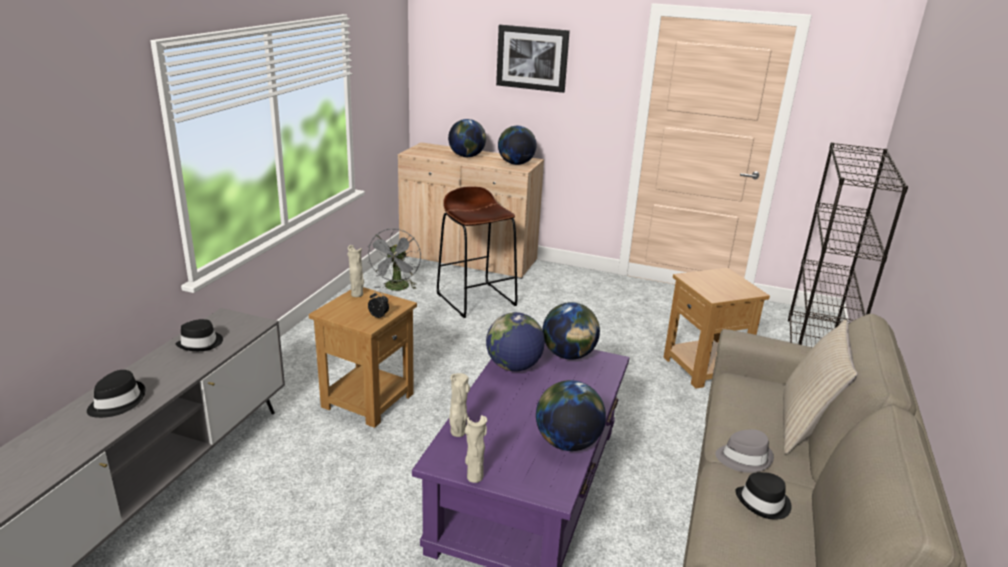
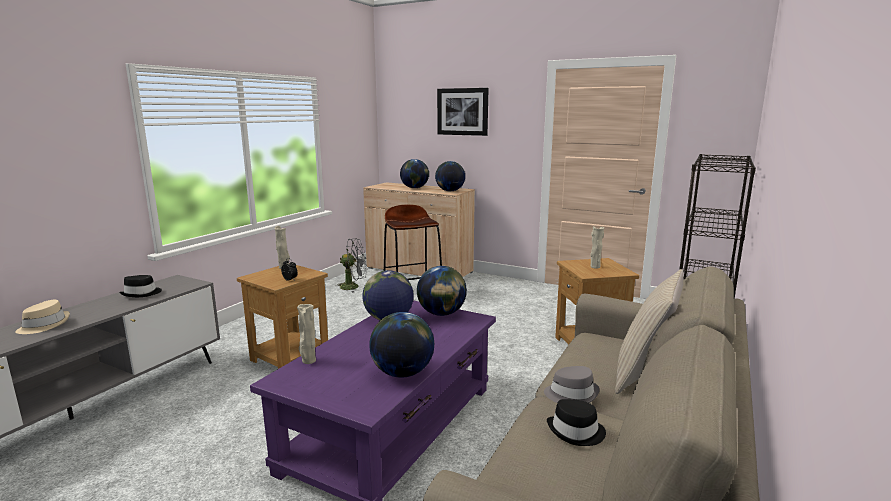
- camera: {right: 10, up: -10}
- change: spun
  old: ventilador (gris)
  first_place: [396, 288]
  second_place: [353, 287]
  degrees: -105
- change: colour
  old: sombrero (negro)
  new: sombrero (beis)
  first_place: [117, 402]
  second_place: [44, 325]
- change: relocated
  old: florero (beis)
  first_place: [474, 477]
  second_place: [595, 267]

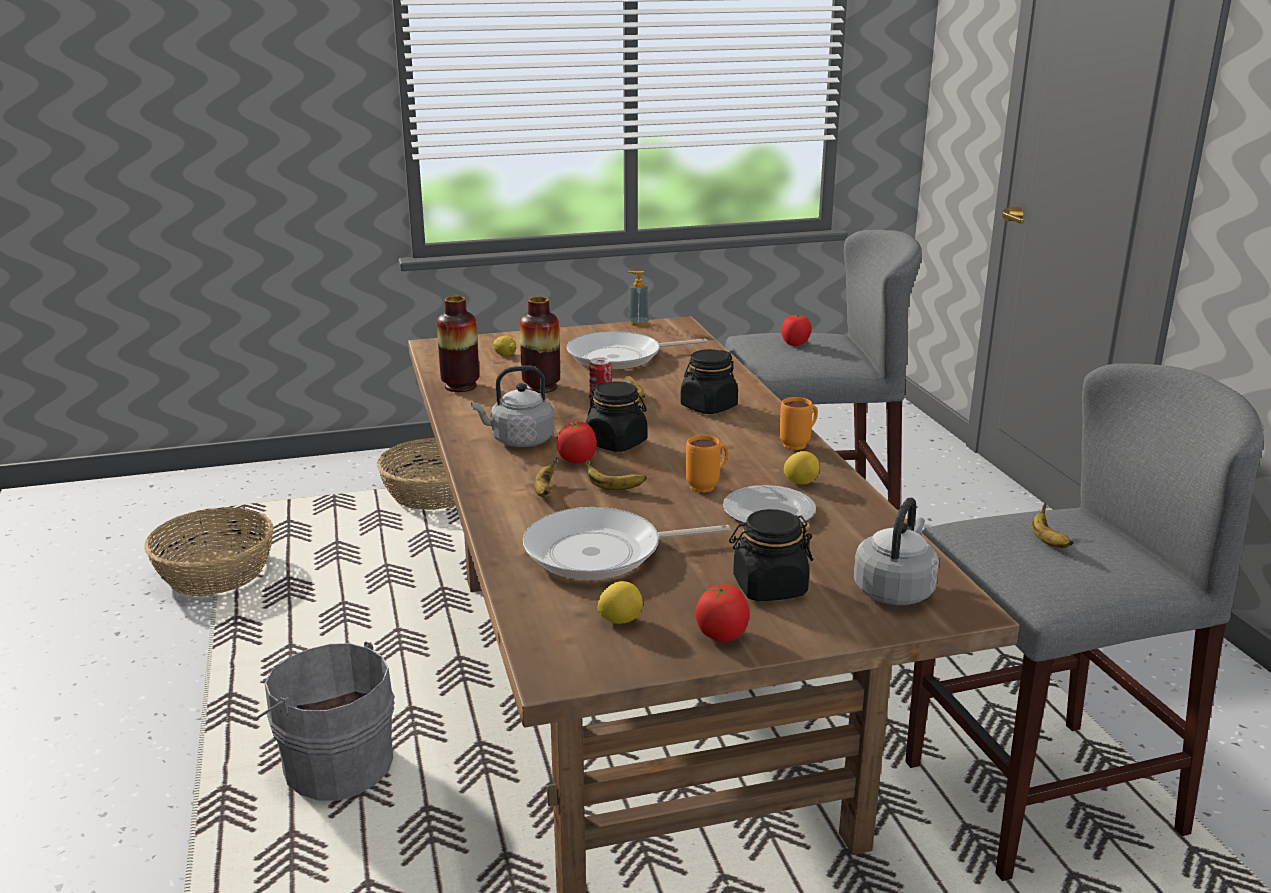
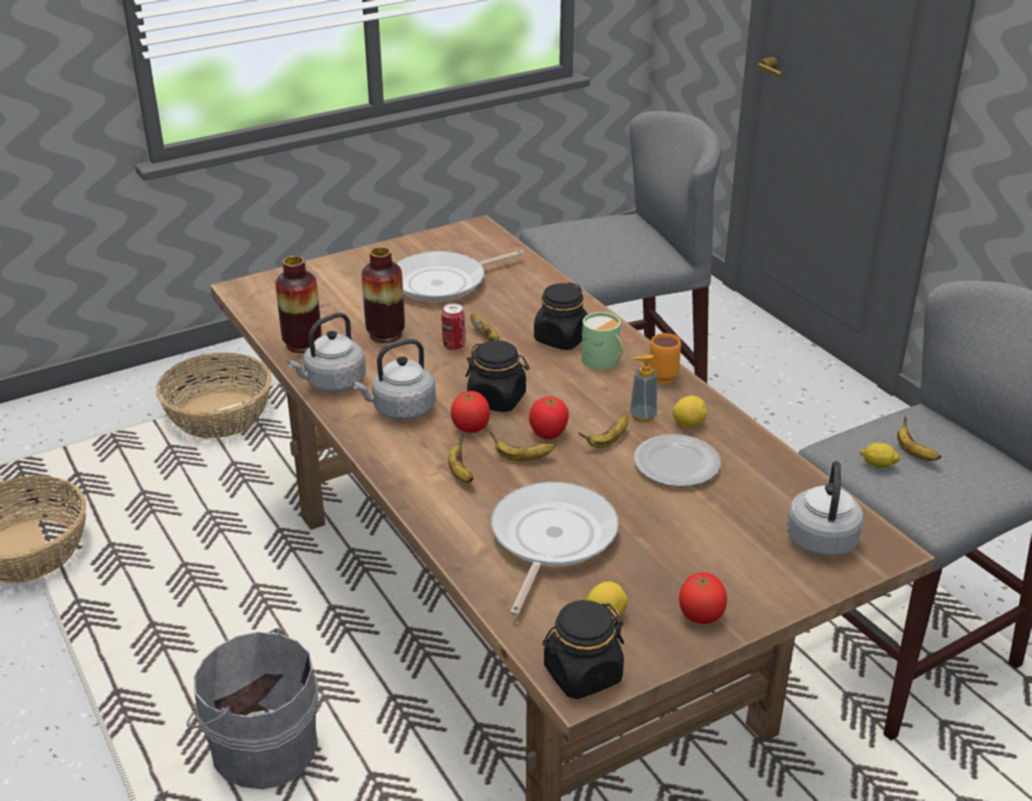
- camera: {right: -15, up: 10}
- change: relocated
  old: dispensador de jabón
  first_place: [638, 323]
  second_place: [642, 416]
- change: relocated
  old: tomate
  first_place: [795, 344]
  second_place: [548, 433]
- change: relocated
  old: limón
  first_place: [505, 354]
  second_place: [878, 464]
- change: exchanged
  old: taza grande (naranja)
  new: plátano
  first_place: [708, 486]
  second_place: [608, 441]
- change: spun
  old: sartén
  first_place: [601, 553]
  second_place: [550, 539]
  degrees: 135
- change: relocated
  old: tarro (negro)
  first_place: [769, 587]
  second_place: [582, 674]
- change: appeared
  new: hervidor (gris)
  second_place: [332, 383]
- change: appeared
  new: taza grande (verde)
  second_place: [603, 361]

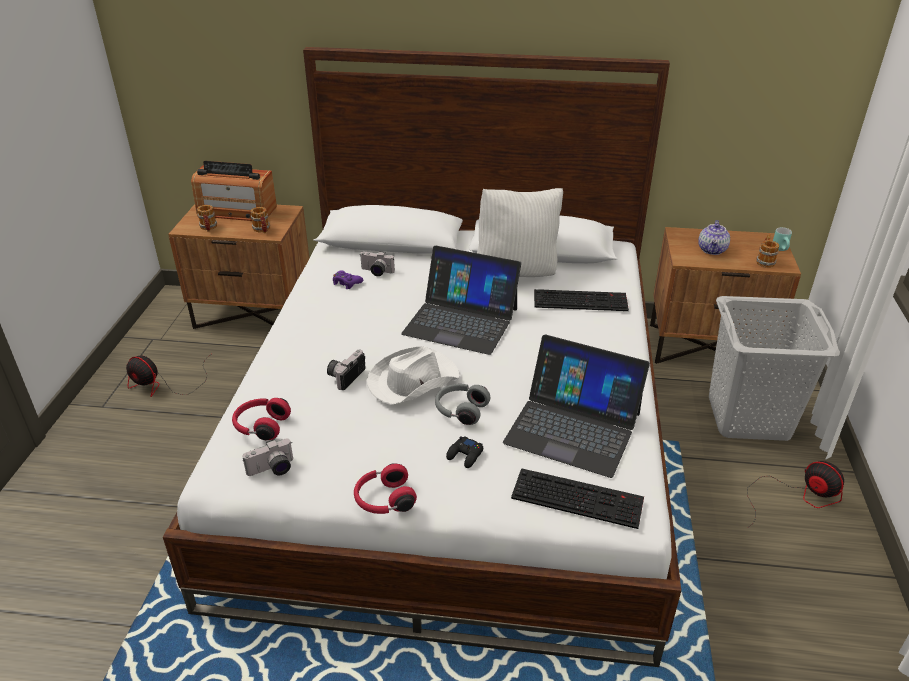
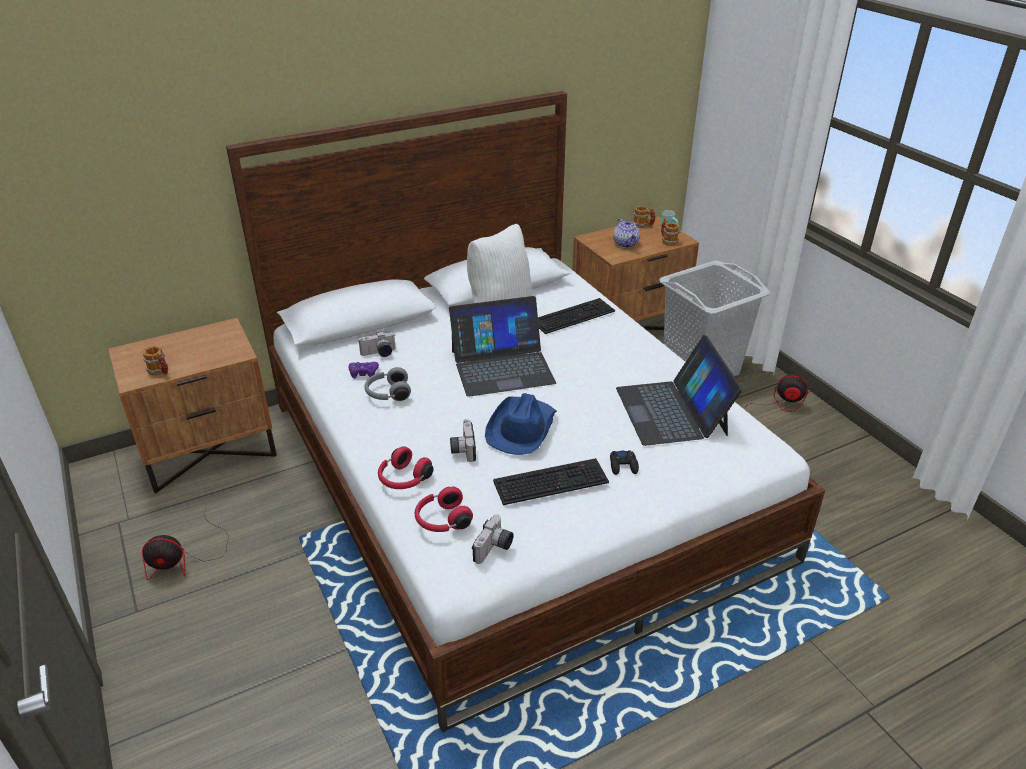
- camera: {right: -35, up: 0}
- change: missing
  old: radio
  first_place: [237, 211]
- change: relocated
  old: taza grande
  first_place: [262, 230]
  second_place: [643, 225]
- change: spun
  old: portátil
  first_place: [573, 427]
  second_place: [672, 411]
  degrees: 90
- change: colour
  old: sombrero (blanco)
  new: sombrero (azul)
  first_place: [412, 380]
  second_place: [521, 428]
- change: relocated
  old: auriculares (gris)
  first_place: [460, 410]
  second_place: [388, 394]
- change: relocated
  old: auriculares (rojo)
  first_place: [384, 500]
  second_place: [403, 479]
- change: relocated
  old: teclado
  first_place: [579, 497]
  second_place: [551, 481]

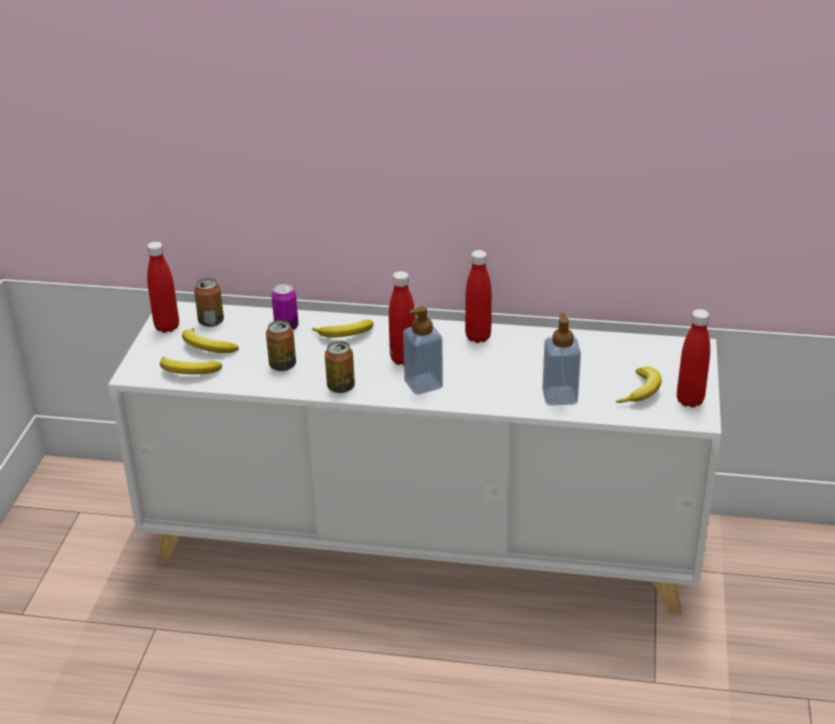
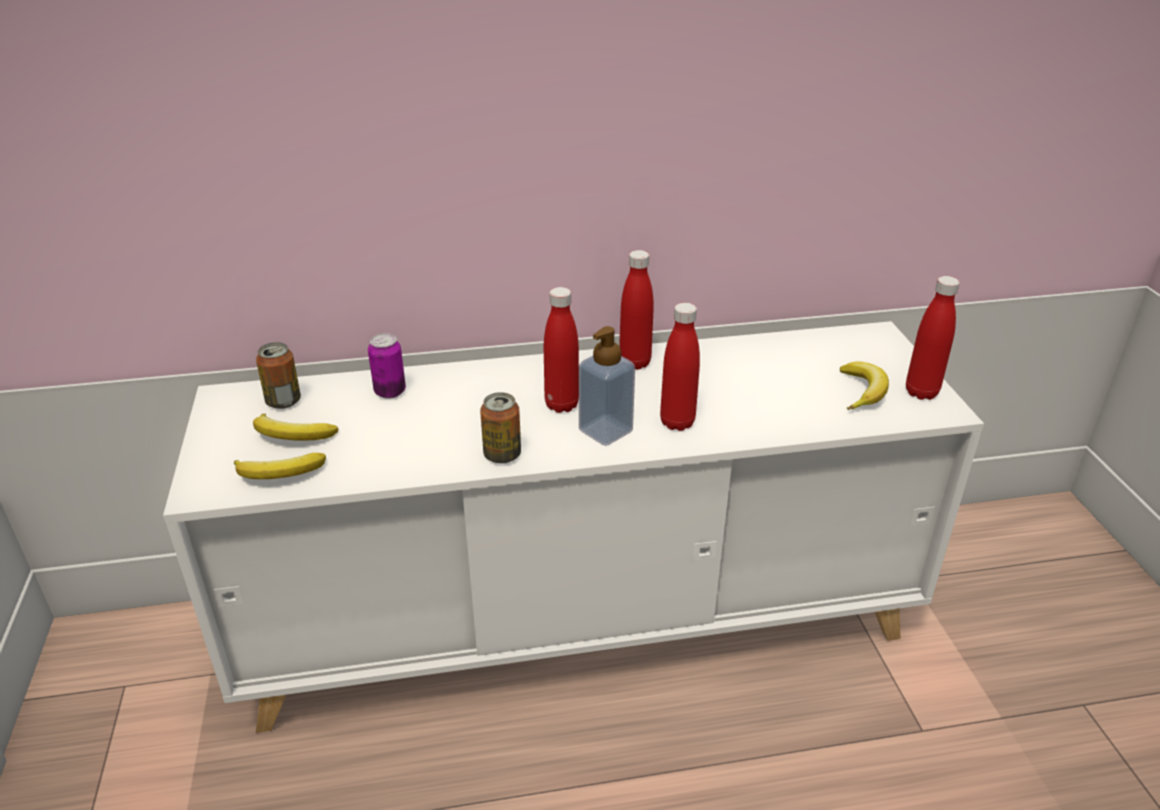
- camera: {right: -20, up: 0}
- change: relocated
  old: botella (rojo)
  first_place: [167, 327]
  second_place: [677, 422]
- change: missing
  old: dispensador de jabón
  first_place: [559, 396]
- change: missing
  old: plátano
  first_place: [345, 335]
- change: missing
  old: lata
  first_place: [282, 365]

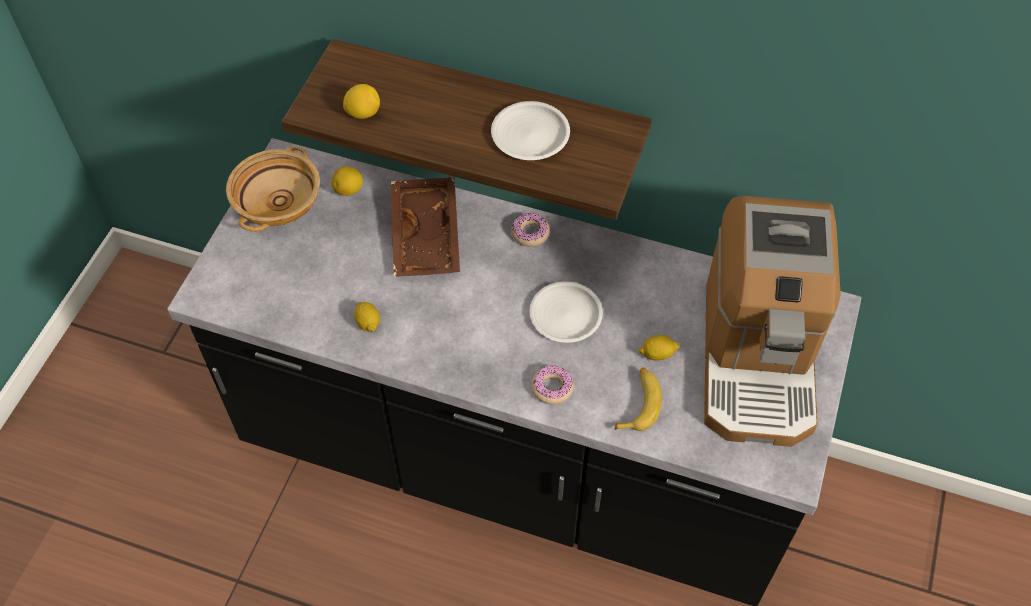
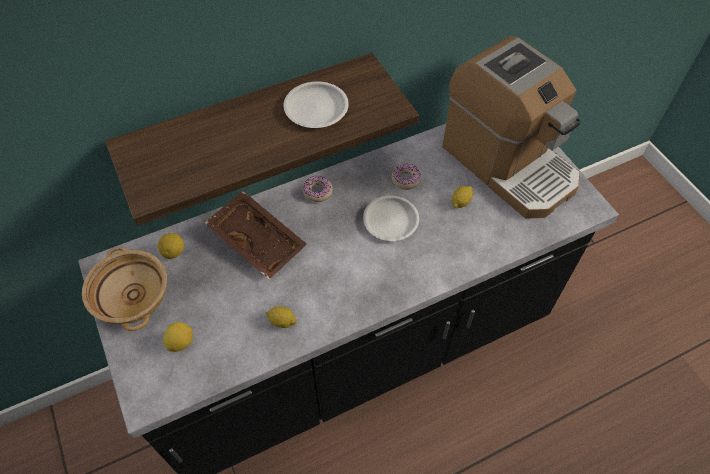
- camera: {right: -45, up: 0}
- change: relocated
  old: limón
  first_place: [363, 113]
  second_place: [181, 342]
- change: relocated
  old: rosquilla
  first_place: [552, 388]
  second_place: [406, 179]
- change: missing
  old: plátano
  first_place: [639, 403]

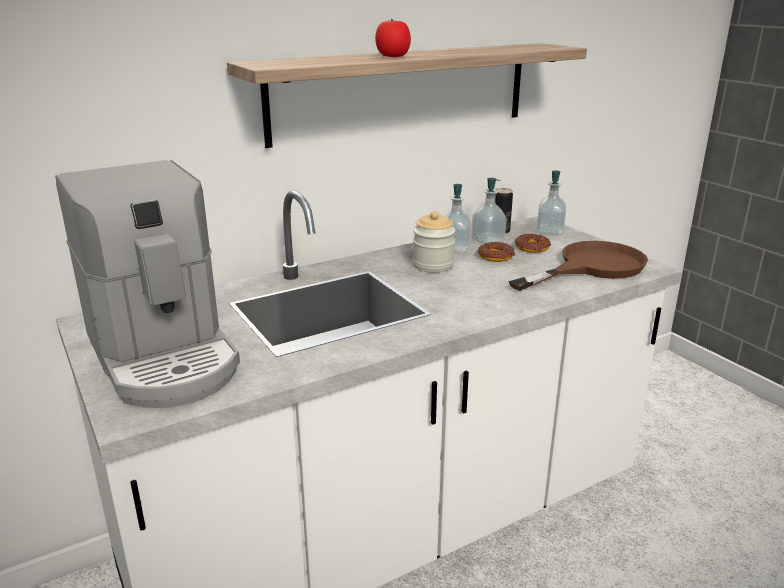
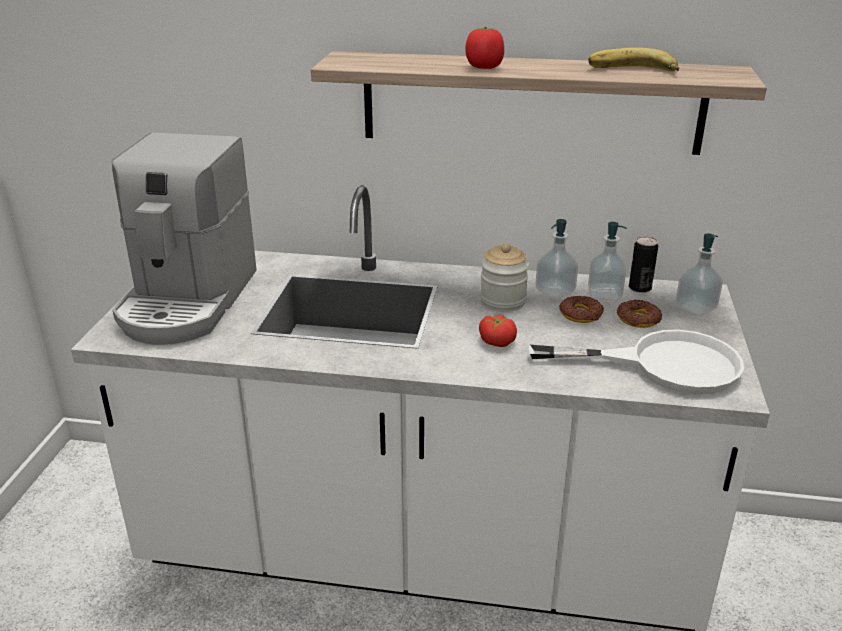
- camera: {right: 40, up: 5}
- change: colour
  old: sartén (marrón)
  new: sartén (blanco)
  first_place: [591, 267]
  second_place: [663, 365]
- change: appeared
  new: plátano
  second_place: [633, 71]
- change: appeared
  new: tomate
  second_place: [497, 341]

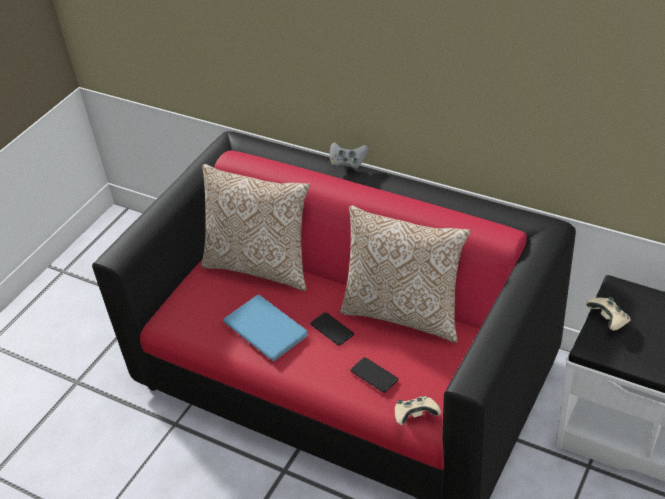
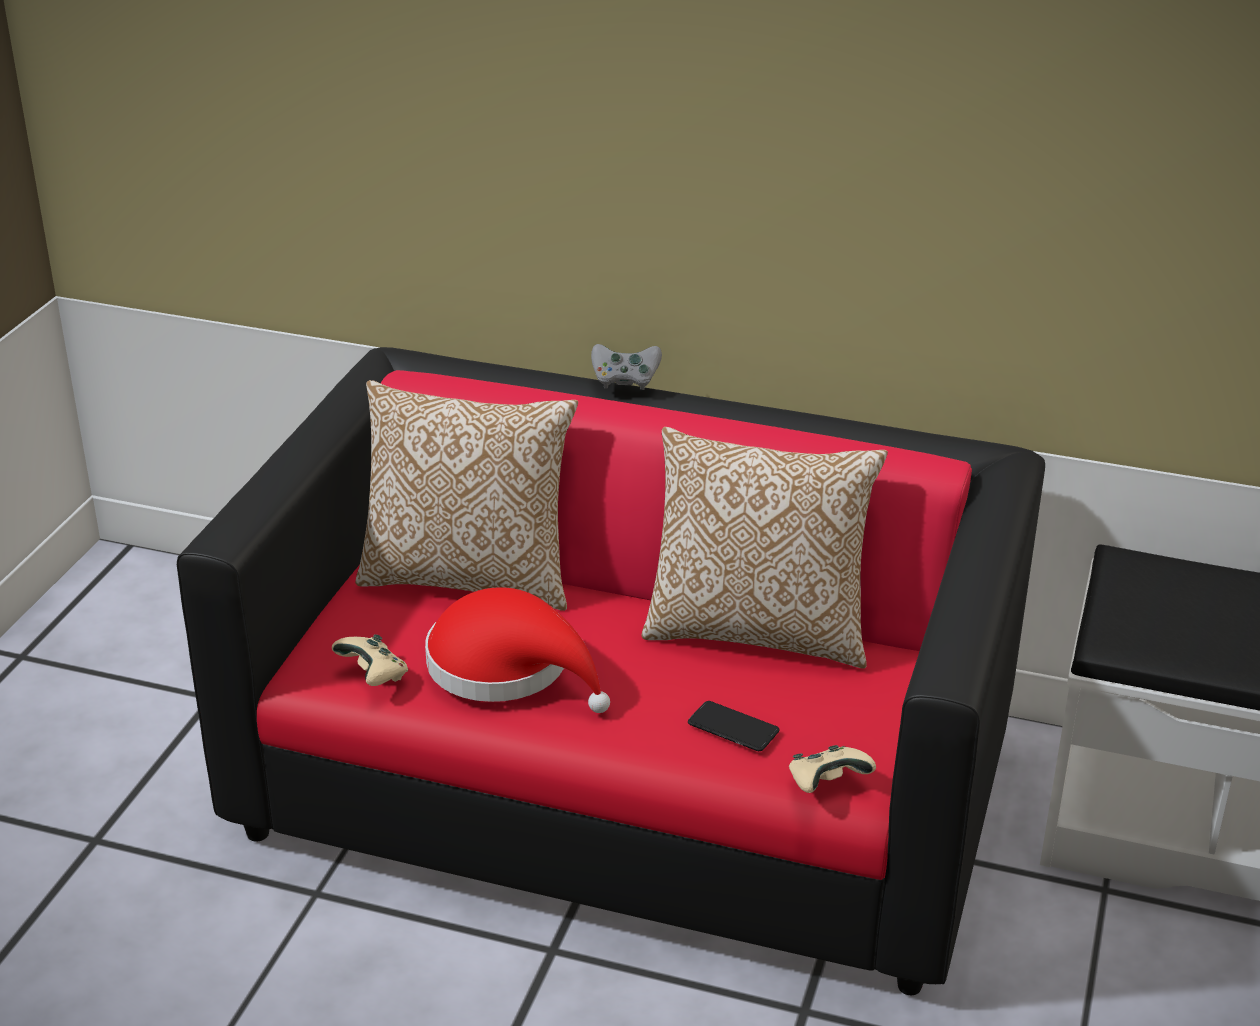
- camera: {right: -15, up: -10}
- change: exchanged
  old: libro (azul)
  new: sombrero (rojo)
  first_place: [266, 326]
  second_place: [508, 668]
- change: relocated
  old: mando de consola (beis)
  first_place: [608, 321]
  second_place: [374, 676]
- change: missing
  old: móvil
  first_place: [332, 329]

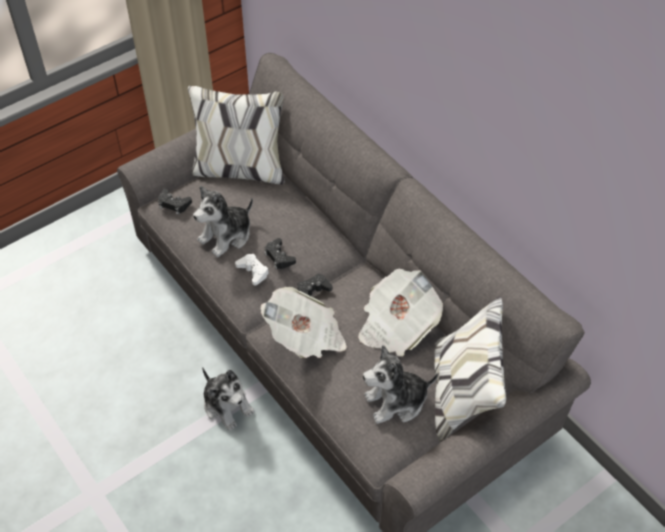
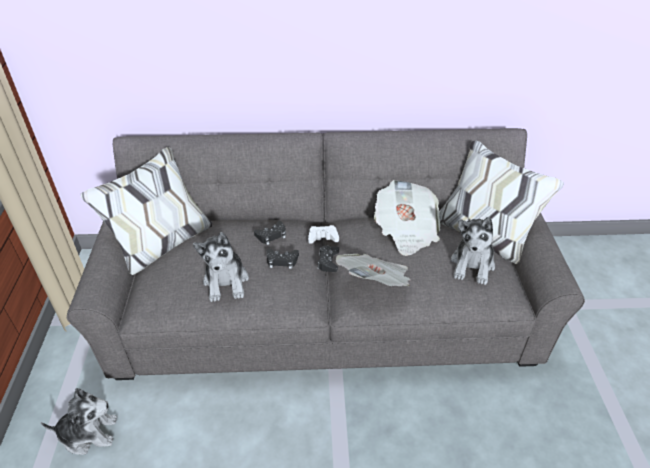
- camera: {right: -55, up: -10}
- change: relocated
  old: mando de consola (negro)
  first_place: [174, 204]
  second_place: [271, 235]
- change: relocated
  old: mando de consola (blanco)
  first_place: [253, 271]
  second_place: [323, 237]
- change: relocated
  old: peluche
  first_place: [227, 405]
  second_place: [89, 433]

